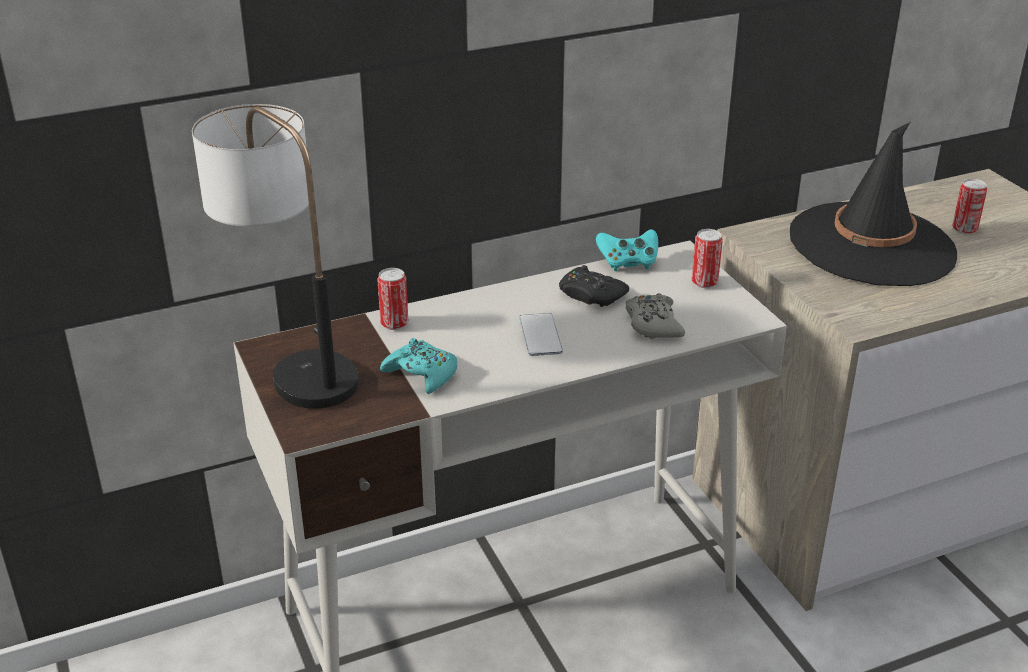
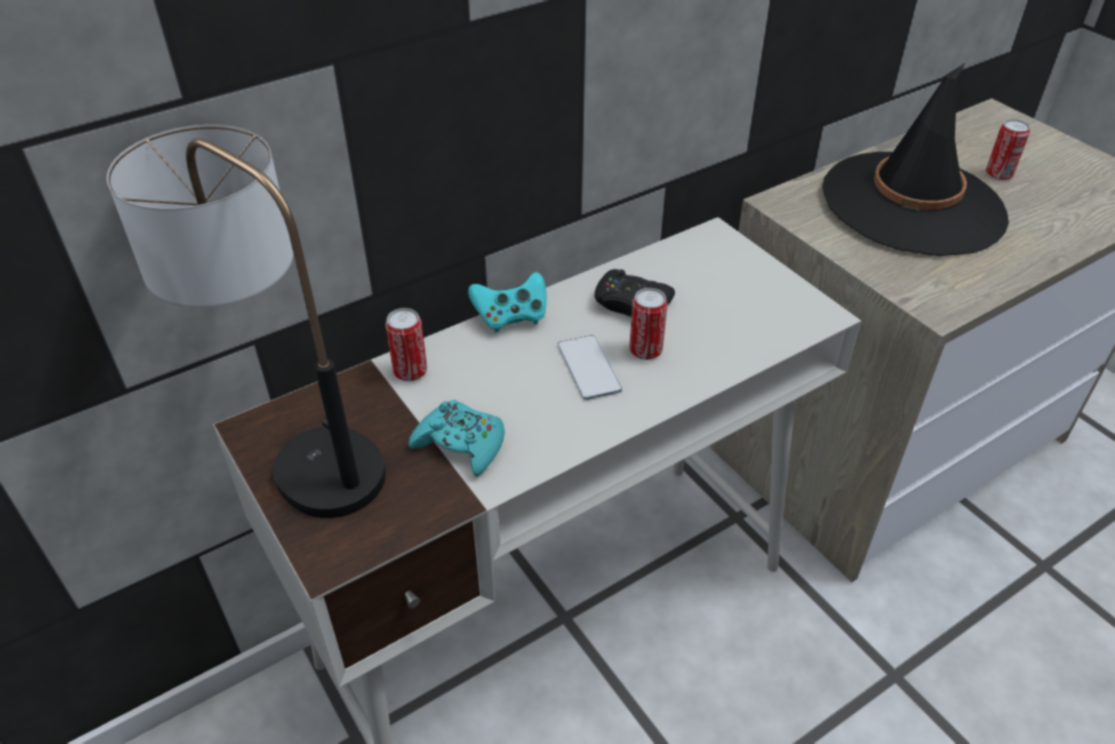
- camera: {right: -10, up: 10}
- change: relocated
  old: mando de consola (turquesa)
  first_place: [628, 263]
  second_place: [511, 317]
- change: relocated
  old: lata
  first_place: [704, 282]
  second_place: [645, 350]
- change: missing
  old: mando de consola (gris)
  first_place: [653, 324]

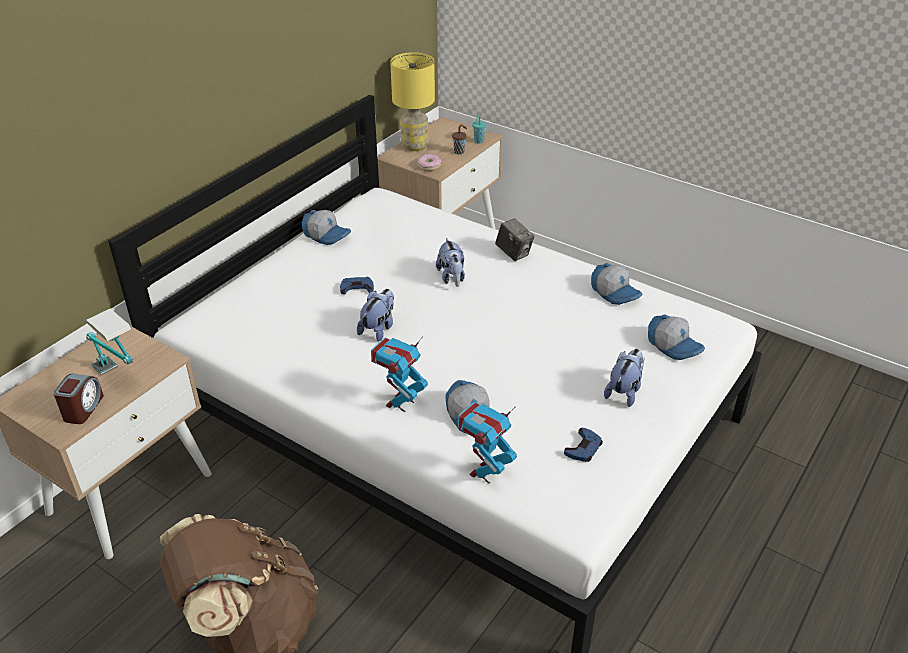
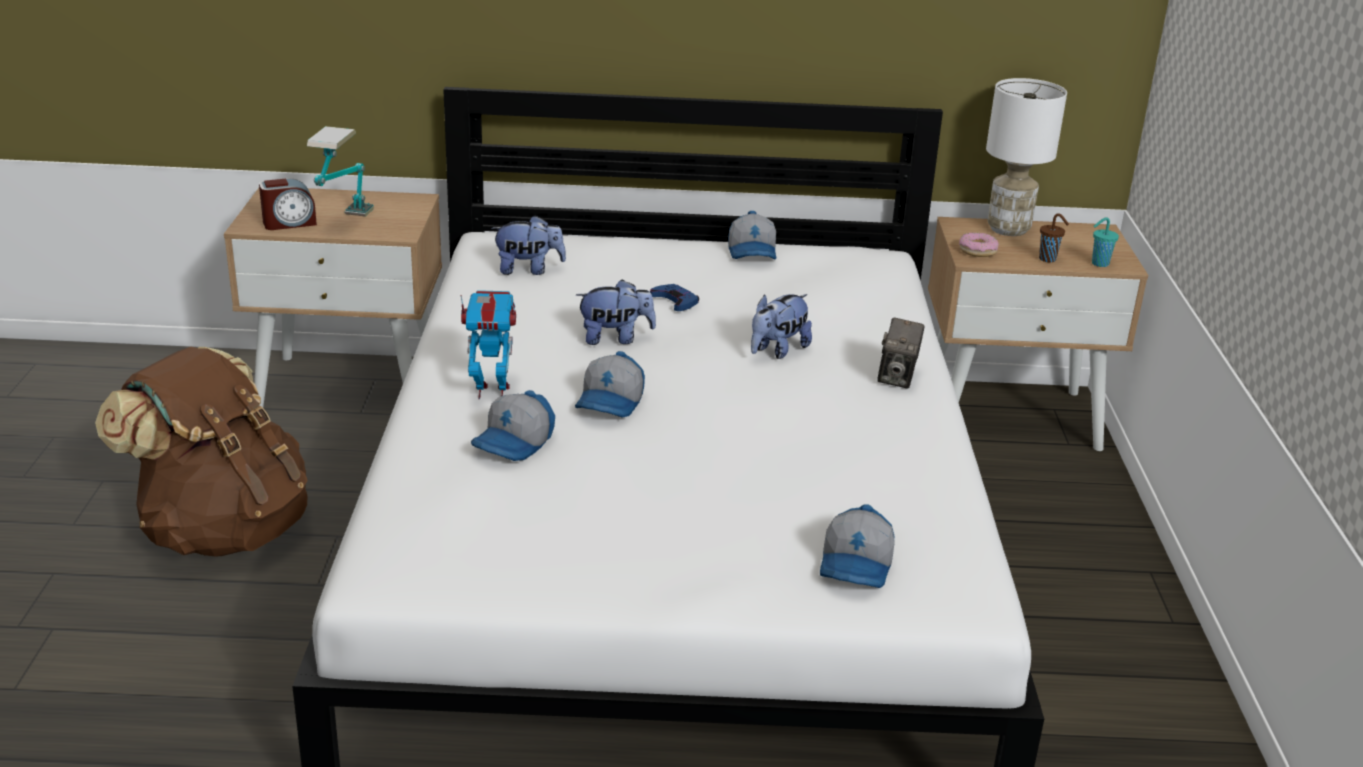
- camera: {right: 55, up: -10}
- change: colour
  old: lámpara de mesa (amarillo)
  new: lámpara de mesa (blanco)
  first_place: [415, 146]
  second_place: [1008, 230]
- change: relocated
  old: gorra
  first_place: [615, 292]
  second_place: [611, 402]
- change: relocated
  old: peluche
  first_place: [624, 391]
  second_place: [529, 270]
- change: missing
  old: robot de juguete
  first_place: [485, 472]
- change: missing
  old: mando de consola (azul)
  first_place: [583, 448]

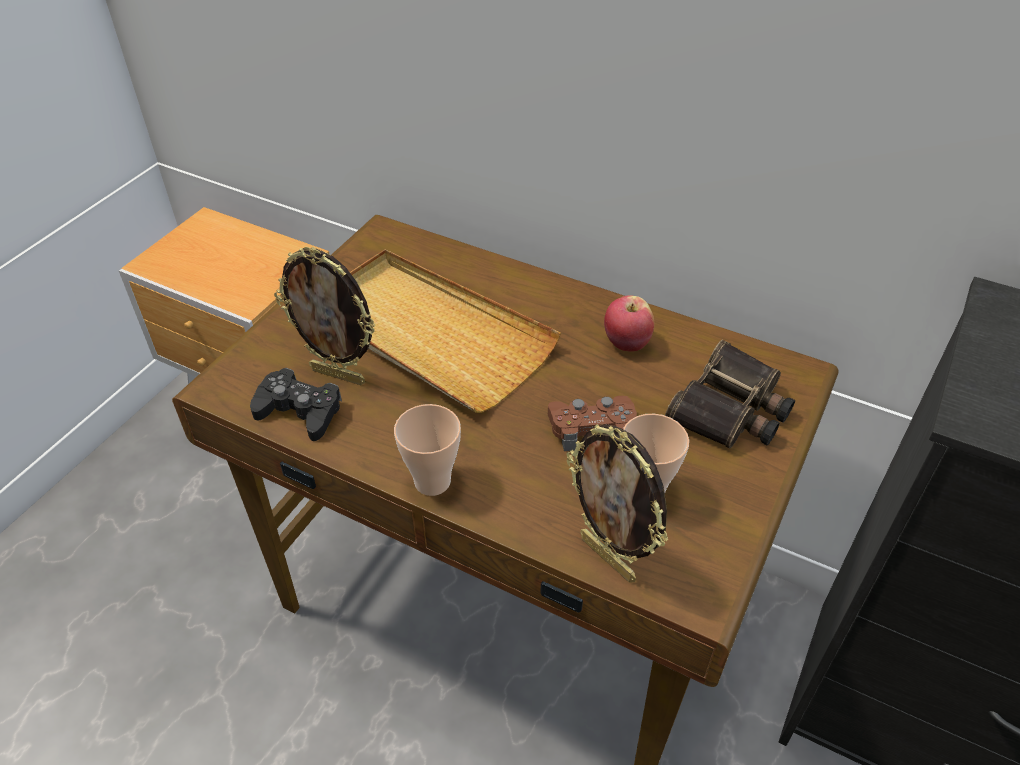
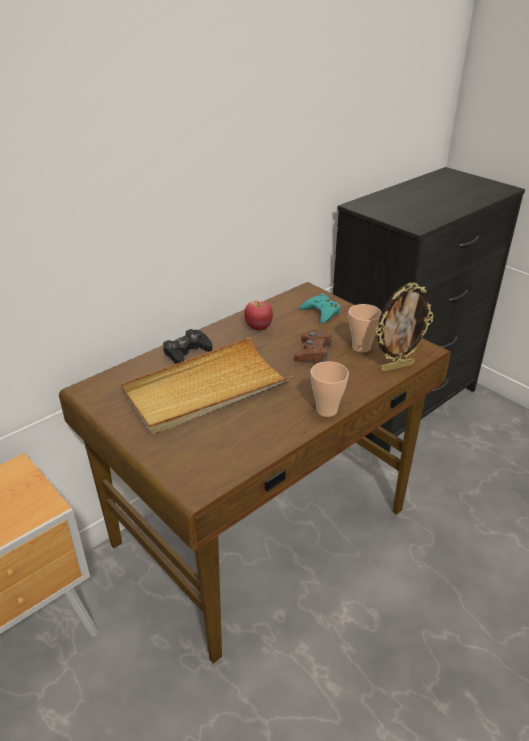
- camera: {right: -70, up: -10}
- change: missing
  old: portarretratos
  first_place: [339, 375]
- change: exchanged
  old: prismáticos
  new: mando de consola (turquesa)
  first_place: [731, 409]
  second_place: [321, 312]
- change: relocated
  old: mando de consola (negro)
  first_place: [299, 411]
  second_place: [187, 352]

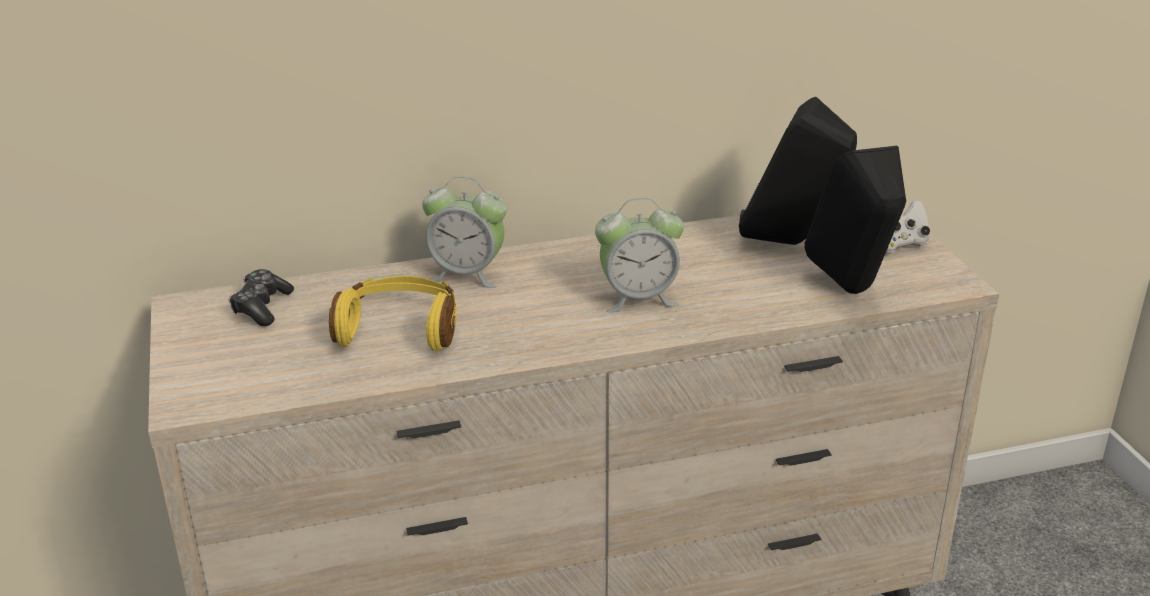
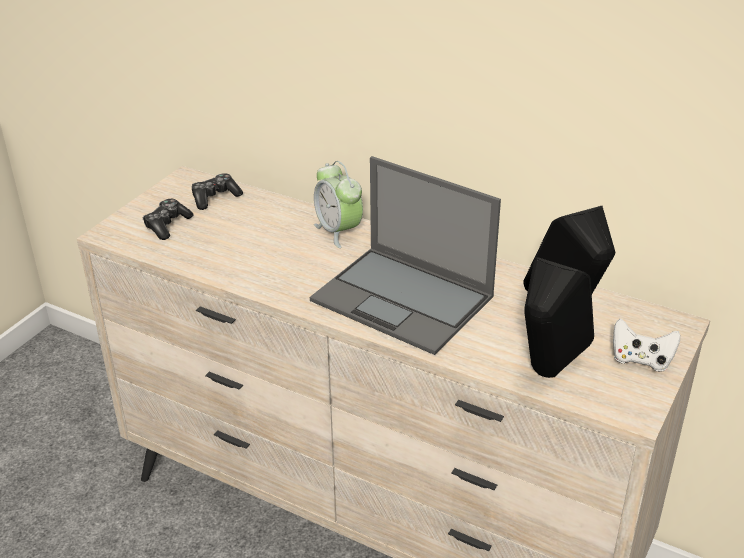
- camera: {right: 45, up: 5}
- change: exchanged
  old: despertador
  new: portátil
  first_place: [638, 298]
  second_place: [404, 299]
- change: missing
  old: auriculares (amarillo)
  first_place: [399, 329]
- change: appeared
  new: mando de consola
  second_place: [167, 225]

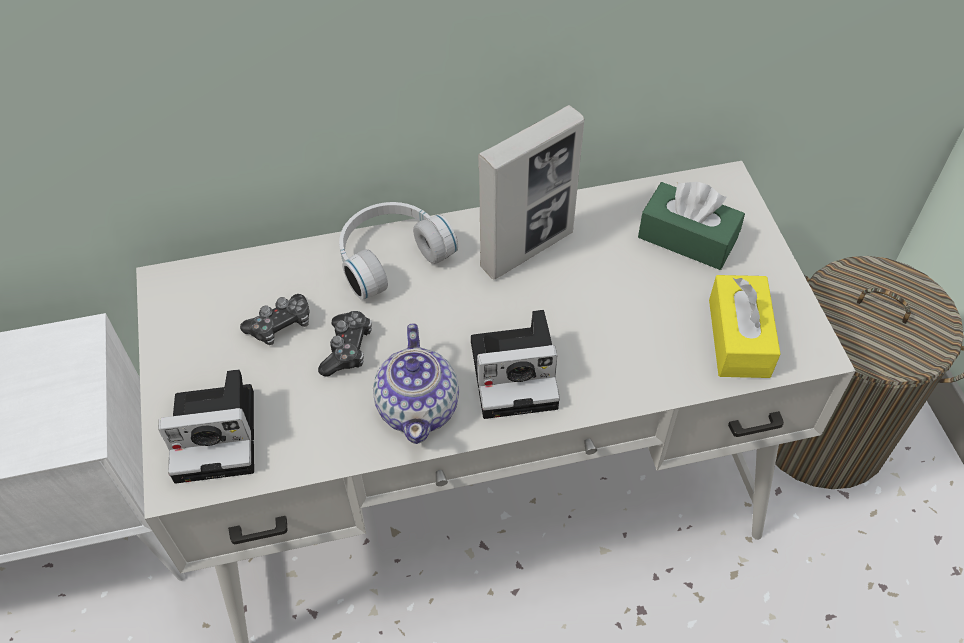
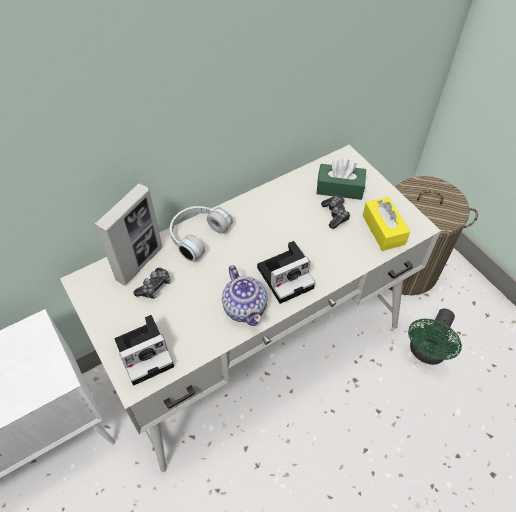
- camera: {right: -20, up: 0}
- change: relocated
  old: portarretratos
  first_place: [527, 249]
  second_place: [139, 263]
- change: relocated
  old: mando de consola
  first_place: [347, 349]
  second_place: [335, 214]
- change: appeared
  new: ventilador (verde)
  second_place: [426, 353]

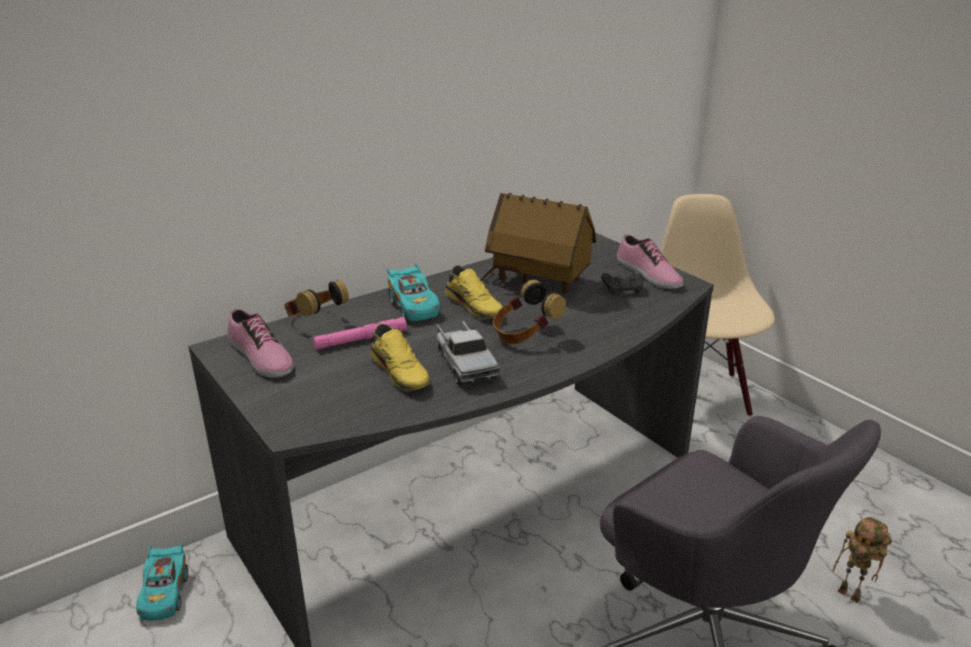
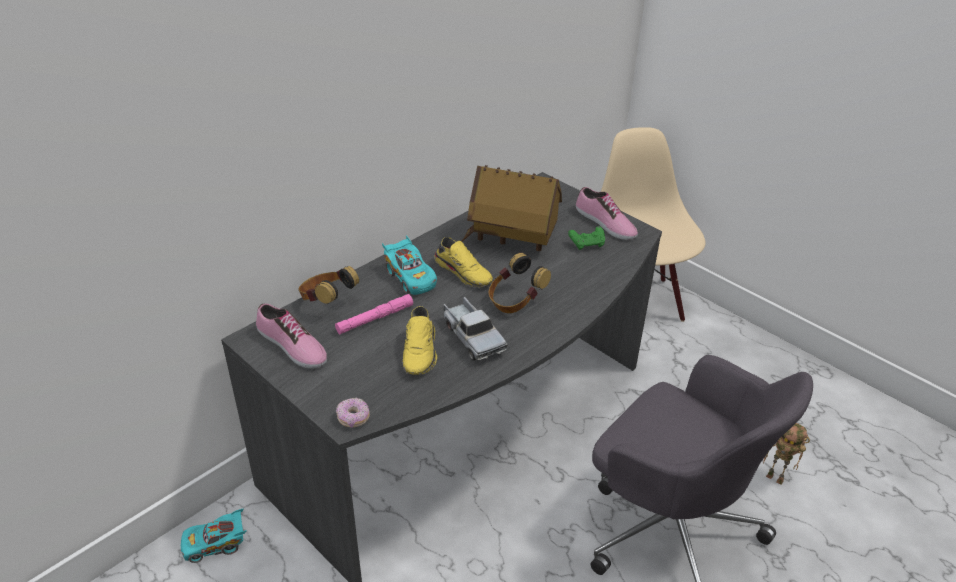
- camera: {right: -10, up: 10}
- change: colour
  old: mando de consola (negro)
  new: mando de consola (verde)
  first_place: [622, 290]
  second_place: [587, 244]
- change: spun
  old: zapato (amarillo)
  first_place: [401, 372]
  second_place: [421, 351]
  degrees: 45
- change: spun
  old: coche de juguete (turquesa)
  first_place: [165, 593]
  second_place: [216, 544]
  degrees: 90
- change: appeared
  new: rosquilla
  second_place: [353, 418]

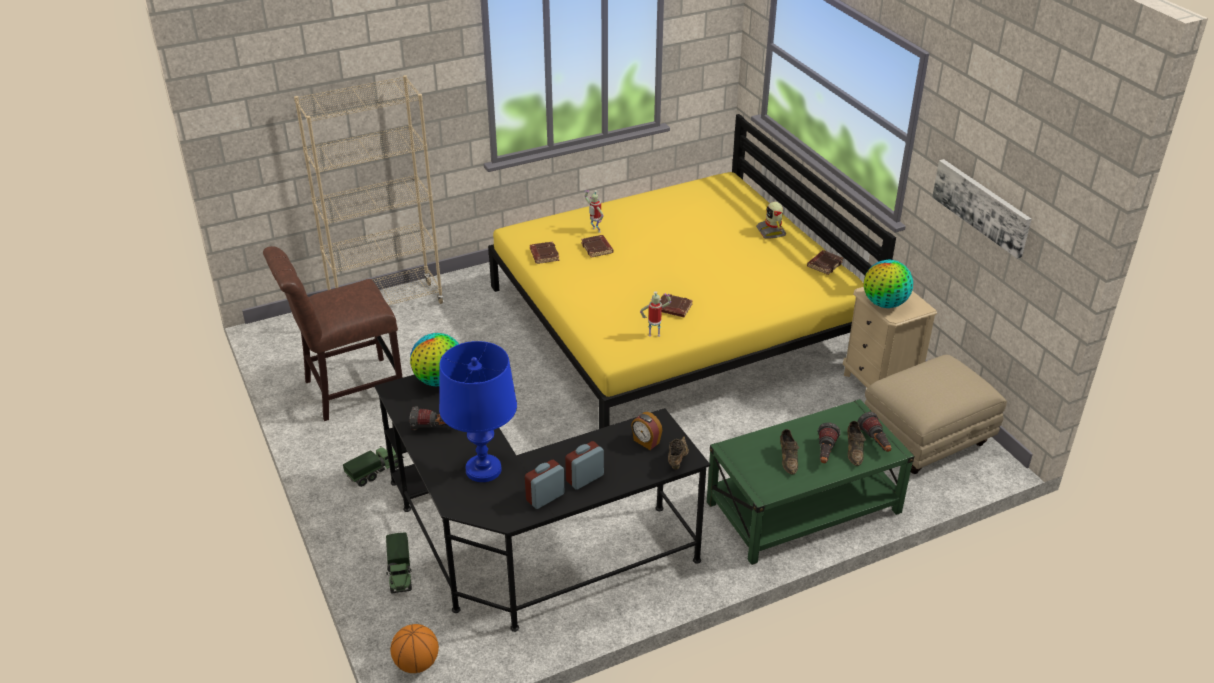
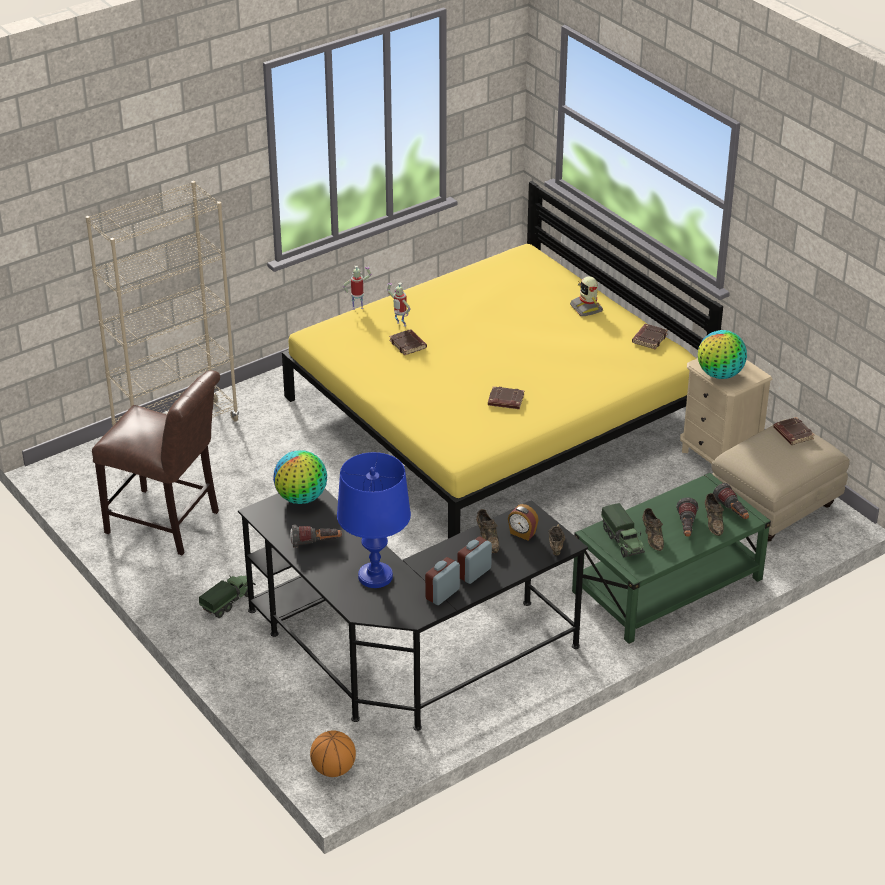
- camera: {right: -10, up: 0}
- change: missing
  old: cuadro
  first_place: [981, 206]
- change: relocated
  old: libro (marrón)
  first_place: [543, 255]
  second_place: [792, 434]
- change: spun
  old: silla (marrón)
  first_place: [348, 390]
  second_place: [167, 524]
  degrees: -120
- change: relocated
  old: robot de juguete
  first_place: [654, 334]
  second_place: [358, 307]
- change: relocated
  old: camión de juguete
  first_place: [400, 573]
  second_place: [622, 541]
- change: appeared
  new: zapato (marrón)
  second_place: [488, 539]

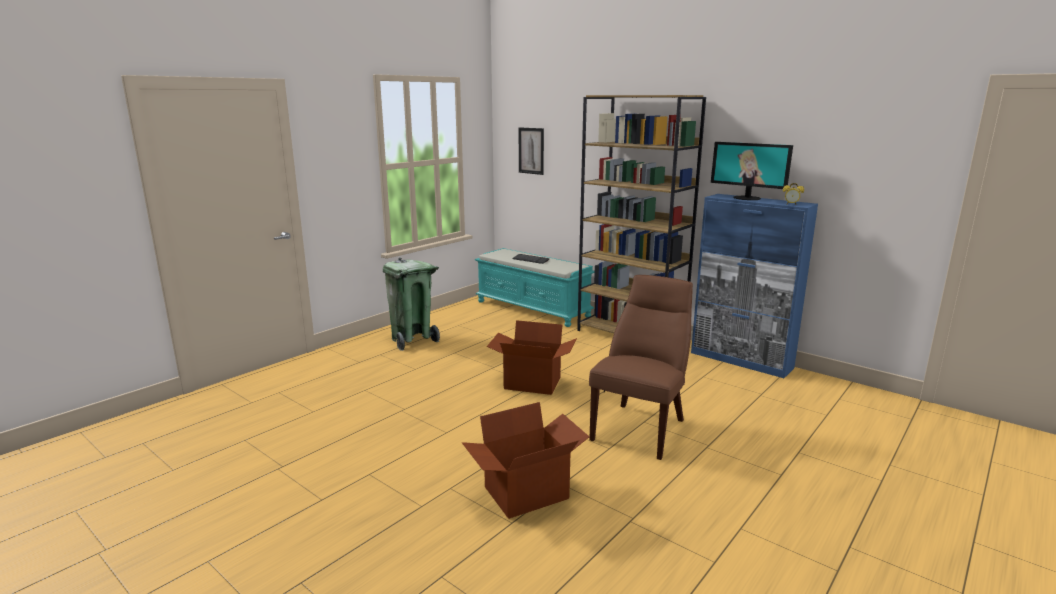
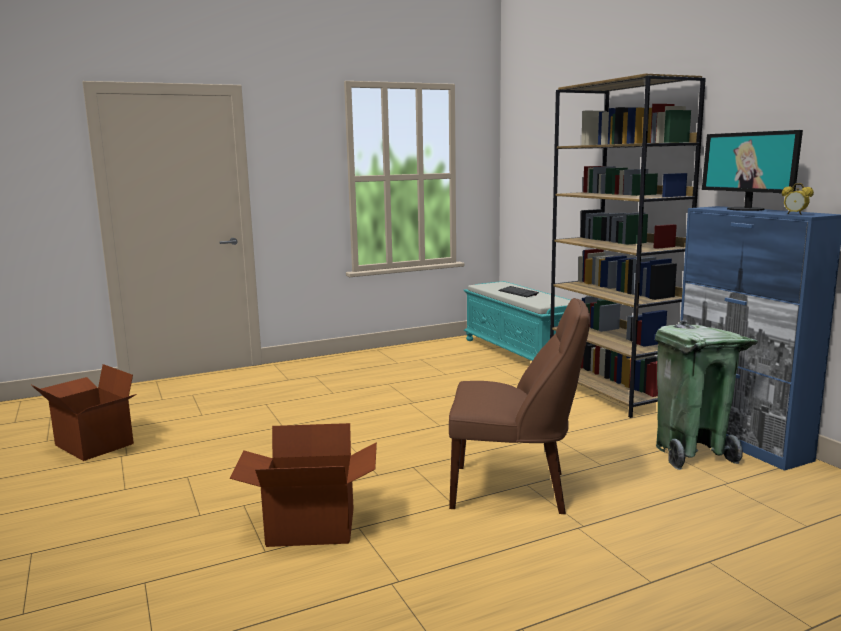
- camera: {right: 25, up: -5}
- change: missing
  old: cuadro
  first_place: [531, 151]
- change: relocated
  old: papelera (verde)
  first_place: [412, 340]
  second_place: [691, 453]
- change: spun
  old: silla (marrón)
  first_place: [641, 428]
  second_place: [515, 490]
  degrees: 45
- change: relocated
  old: caja de cartón
  first_place: [532, 383]
  second_place: [92, 445]

